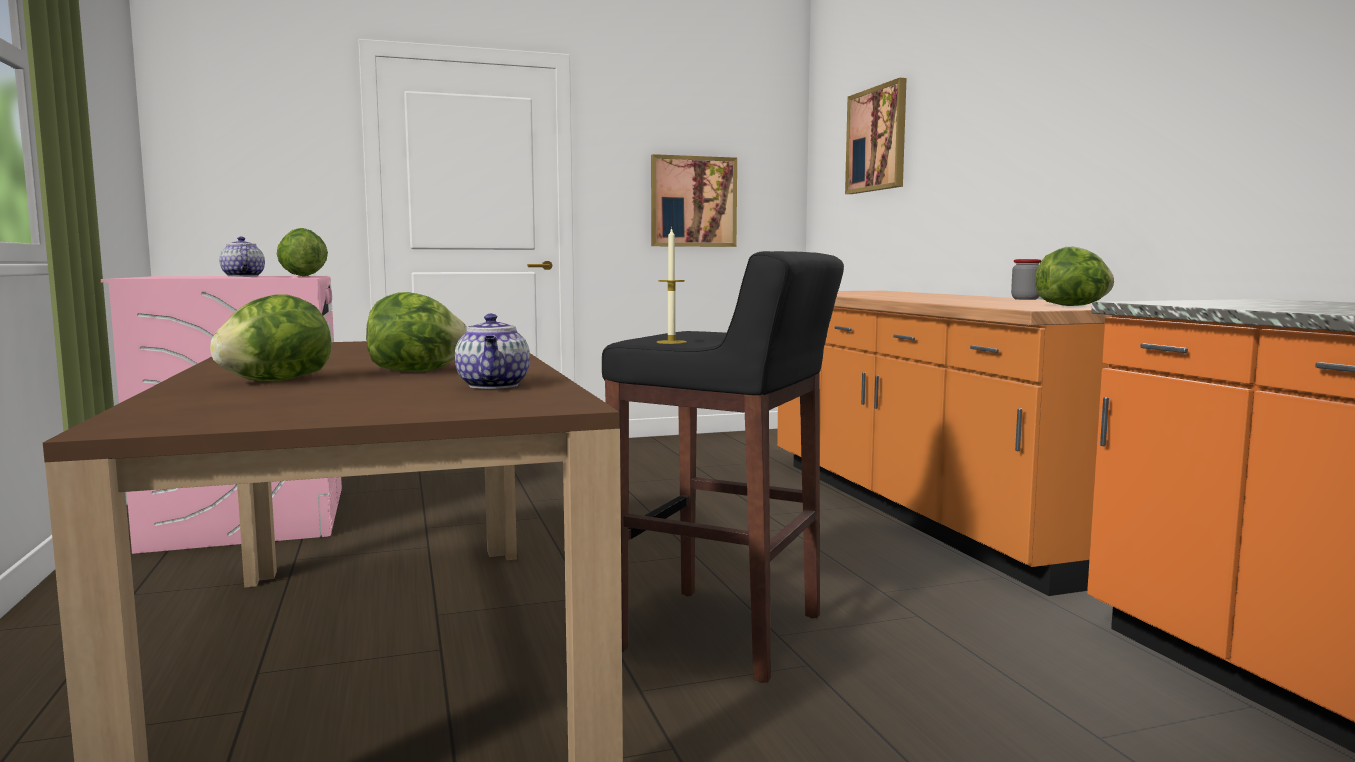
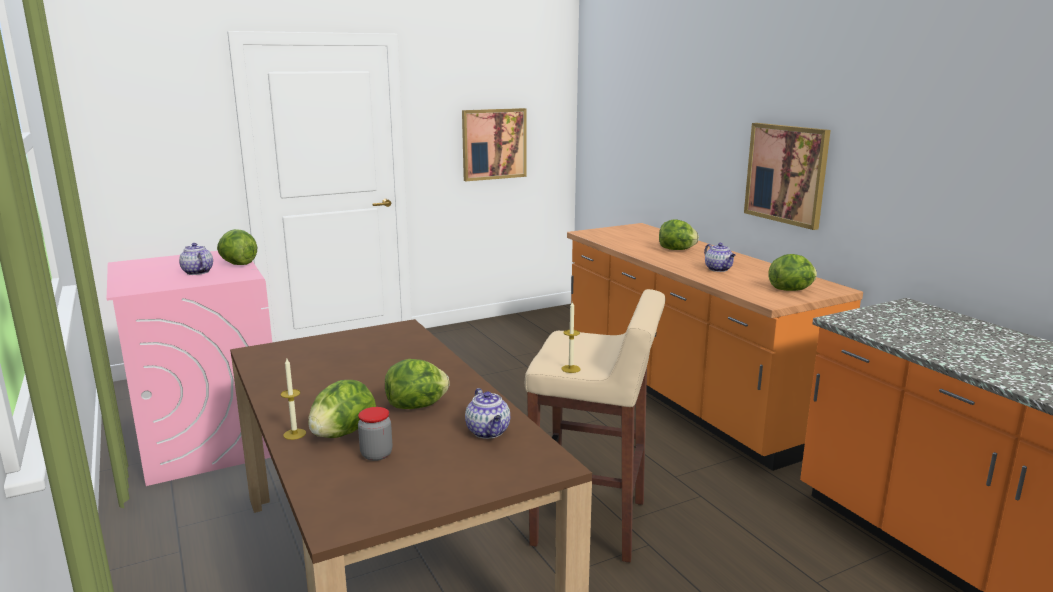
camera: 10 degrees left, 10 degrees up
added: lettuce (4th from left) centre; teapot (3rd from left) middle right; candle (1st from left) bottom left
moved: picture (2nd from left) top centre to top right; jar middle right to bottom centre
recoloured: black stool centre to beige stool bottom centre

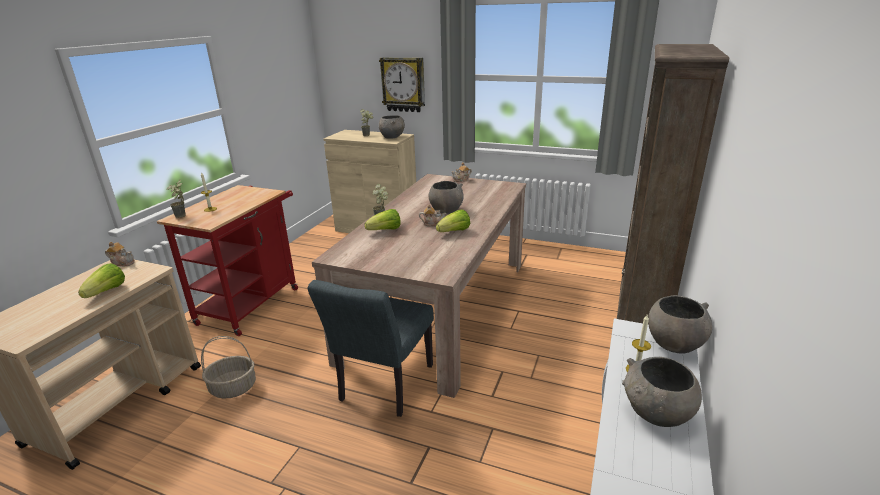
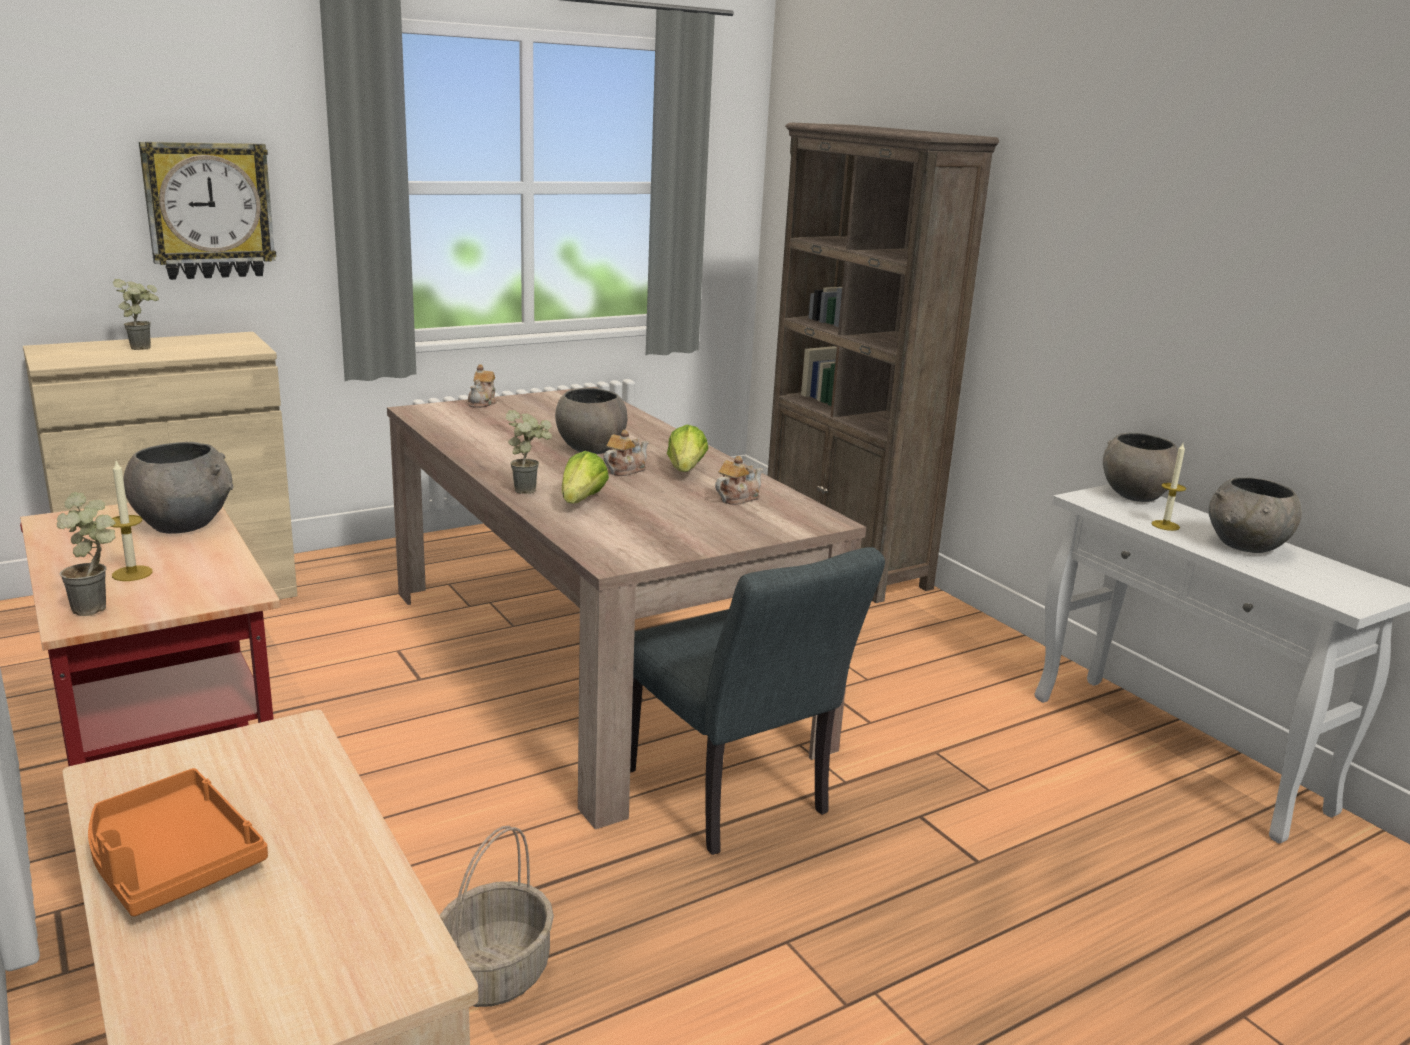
camera: 55 degrees left, 5 degrees down
removed: lettuce (1st from left) middle left
added: orange tray bottom left
moved: grey bowl (1st from left) top centre to middle left; teapot (1st from left in the first image) middle left to teapot (3rd from left) centre

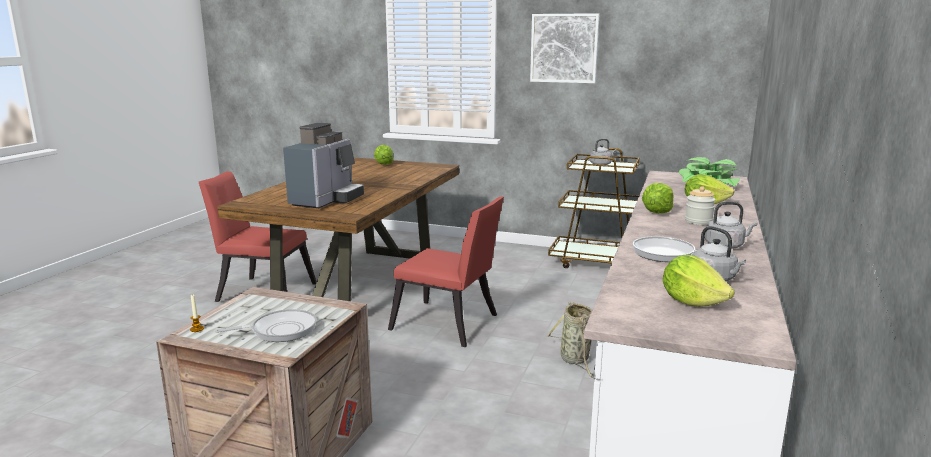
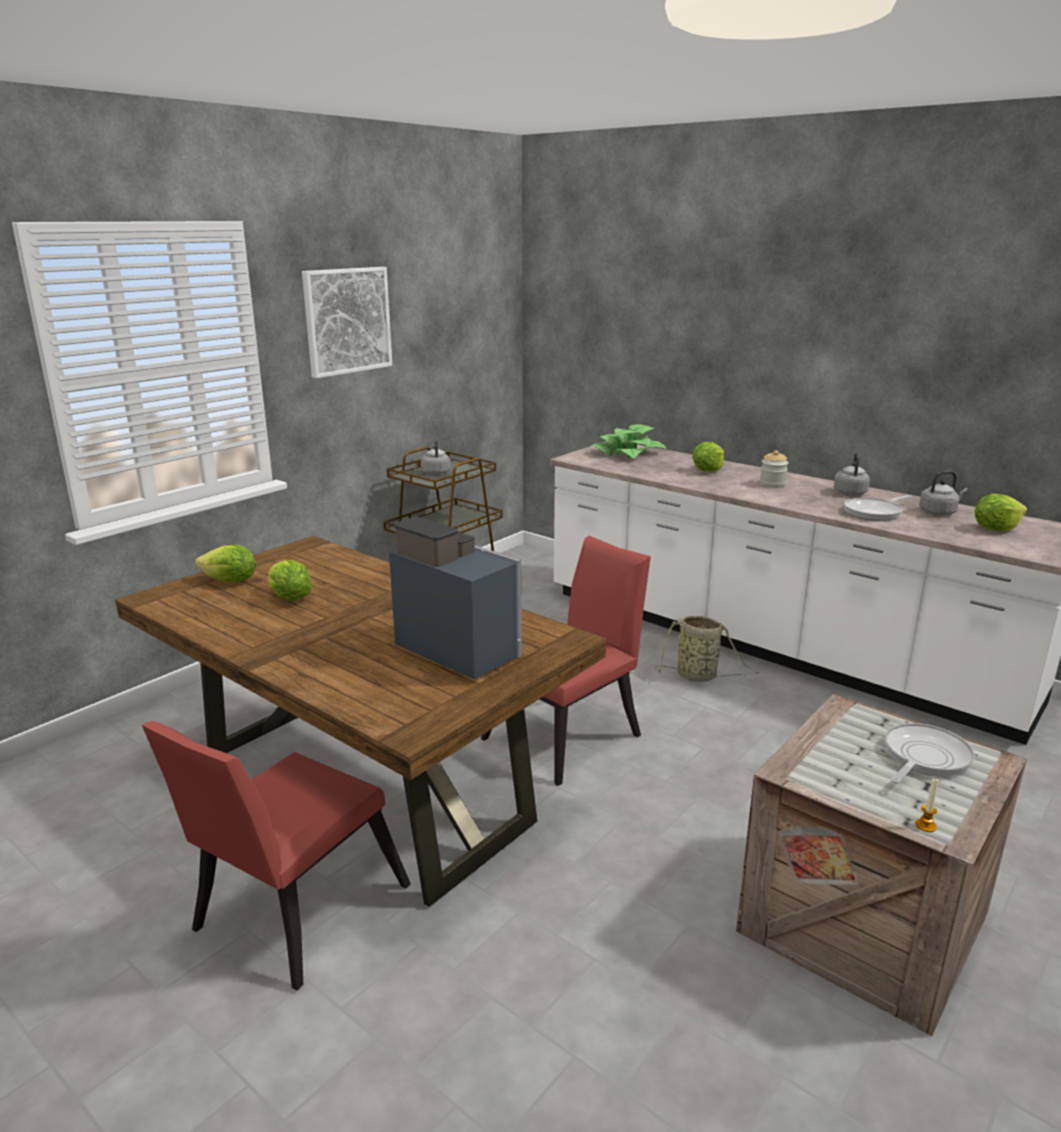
camera: 70 degrees left, 5 degrees up
moved: lettuce (2nd from left) middle right to middle left
turned: frying pan (1st from left in the first image) bottom left = middle right 45 degrees clockwise

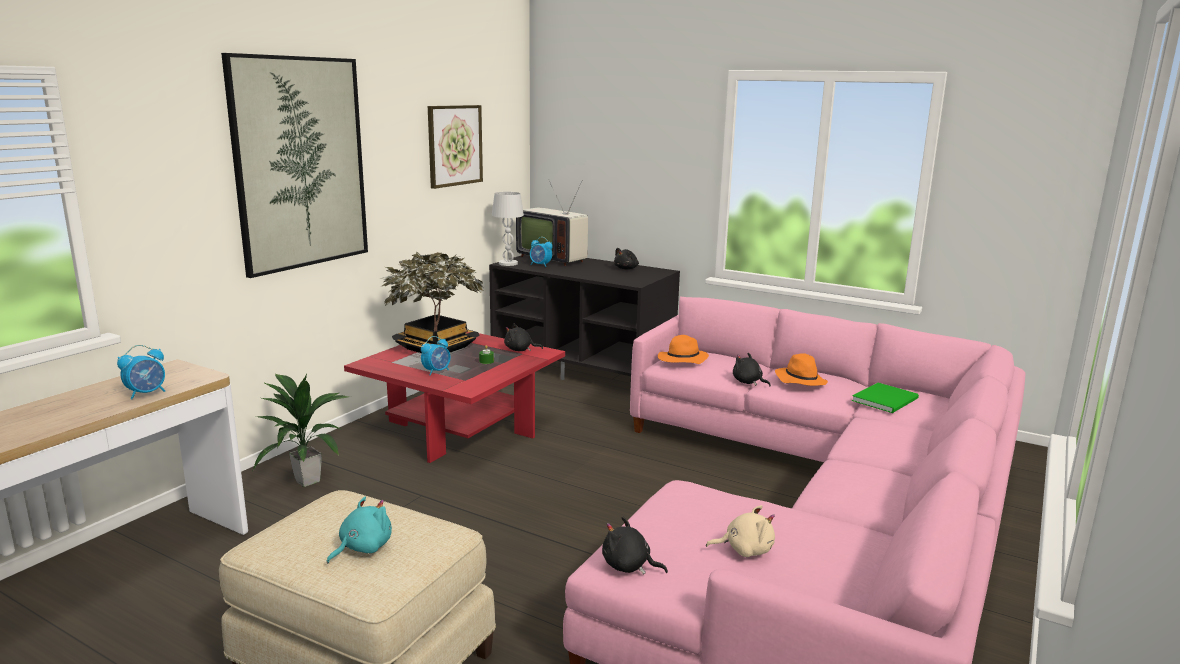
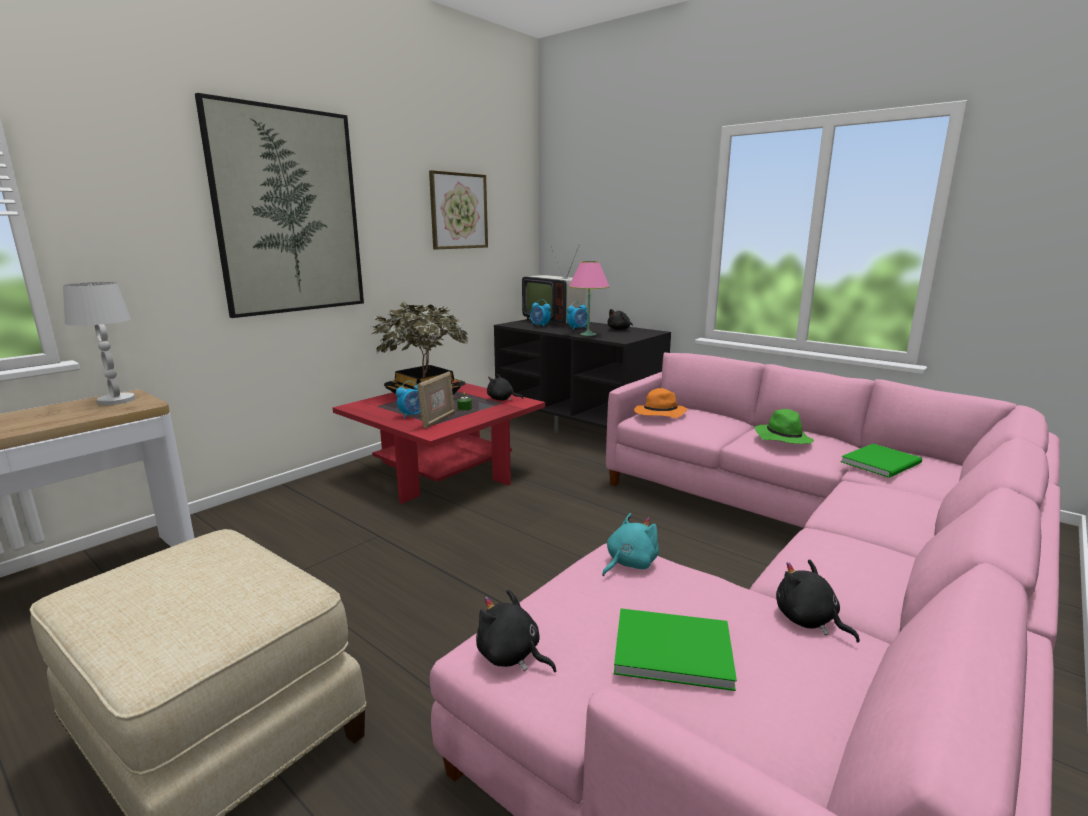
camera: 10 degrees right, 0 degrees up
removed: potted plant (1st from left) middle left
added: pink table lamp centre; picture frame centre
moved: white table lamp centre to middle left; alarm clock (1st from left in the first image) middle left to alarm clock (3rd from left) centre; black plush toy (4th from left) centre to bottom right; turquoise plush toy bottom left to bottom centre
replaced: beige plush toy bottom centre to green book (1st from left) bottom centre
recoloured: orange hat (2nd from left) middle right to green hat middle right

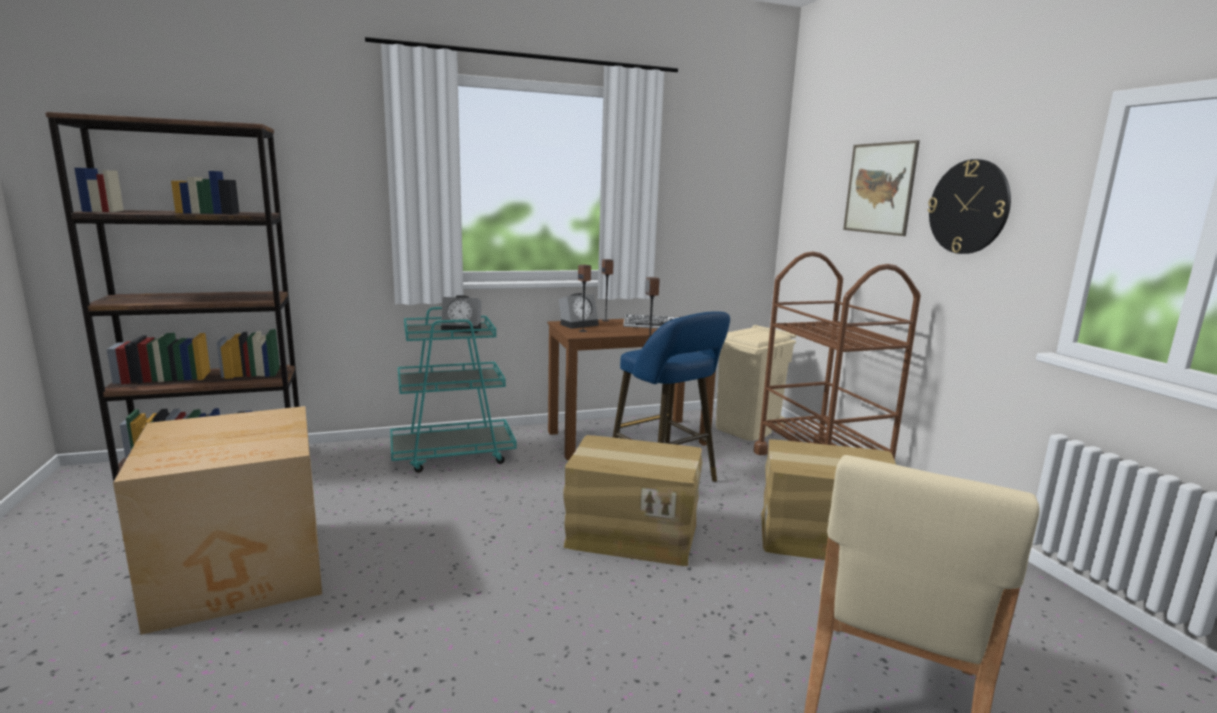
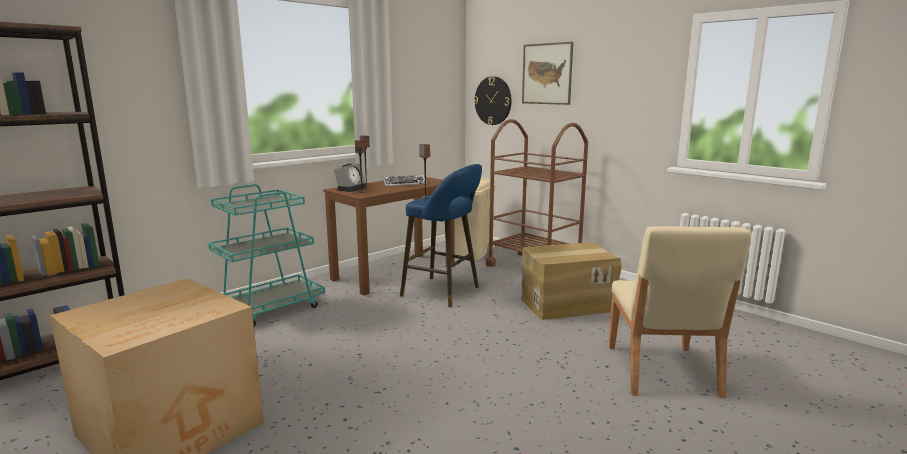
camera: 25 degrees left, 0 degrees up
removed: alarm clock (1st from left) centre; cardboard box (2nd from left) bottom centre
moved: wall clock top right to top centre

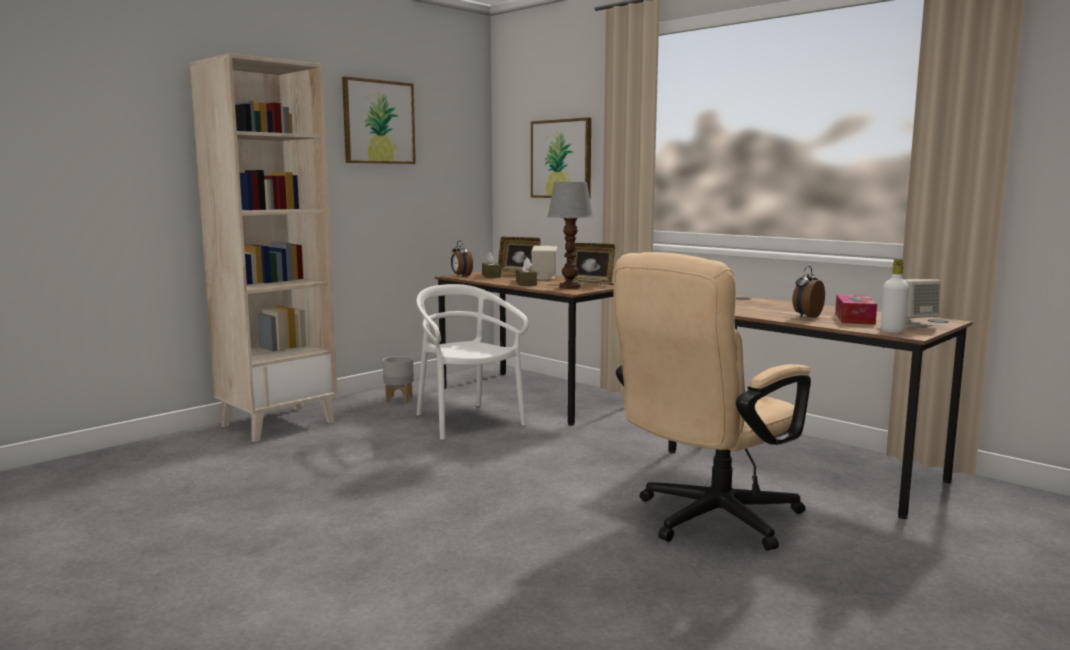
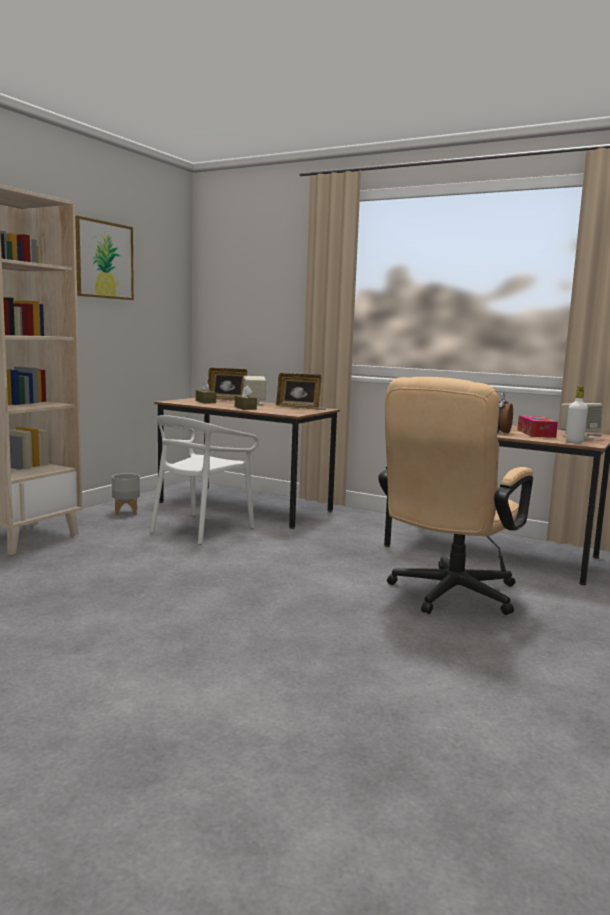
camera: 15 degrees left, 0 degrees up
removed: picture (2nd from left) top centre; table lamp centre; alarm clock (1st from left) centre
turned: white chair centre = centre 105 degrees counterclockwise

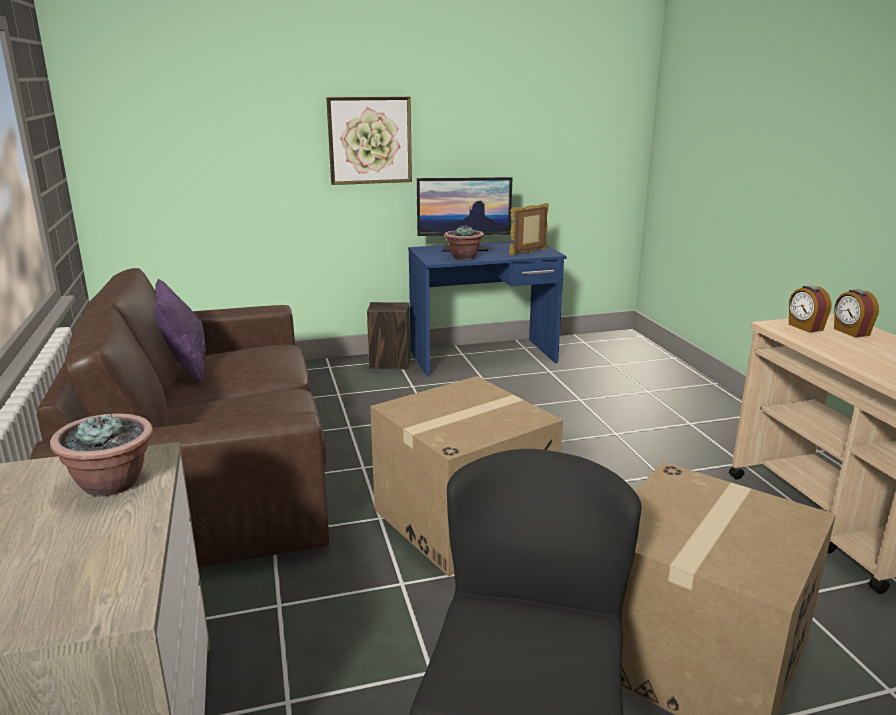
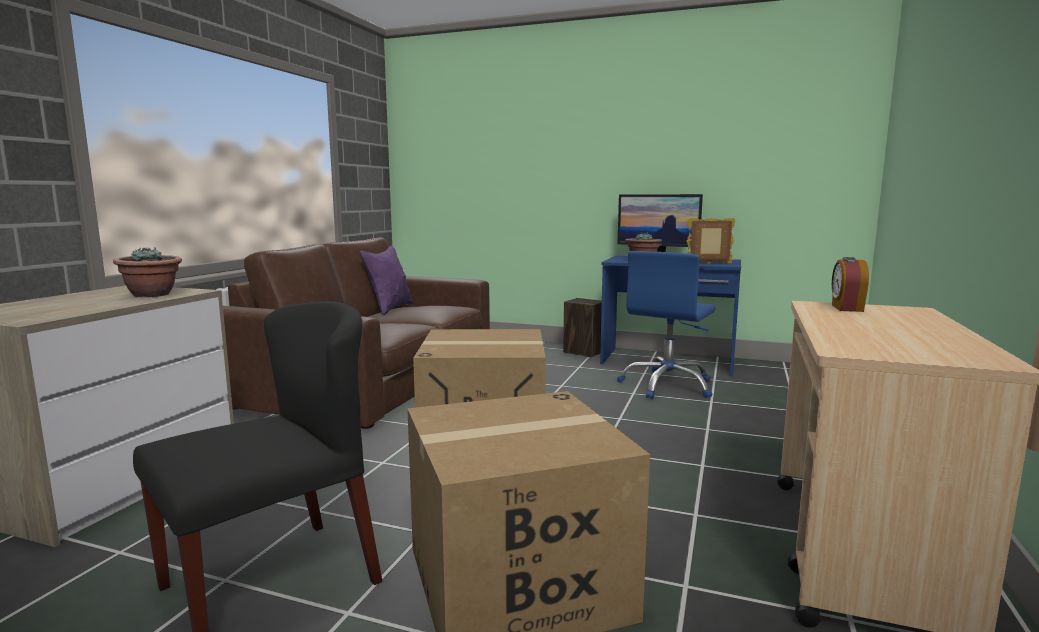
camera: 35 degrees right, 10 degrees down
removed: picture top centre; alarm clock (2nd from left) middle right
added: blue office chair centre

